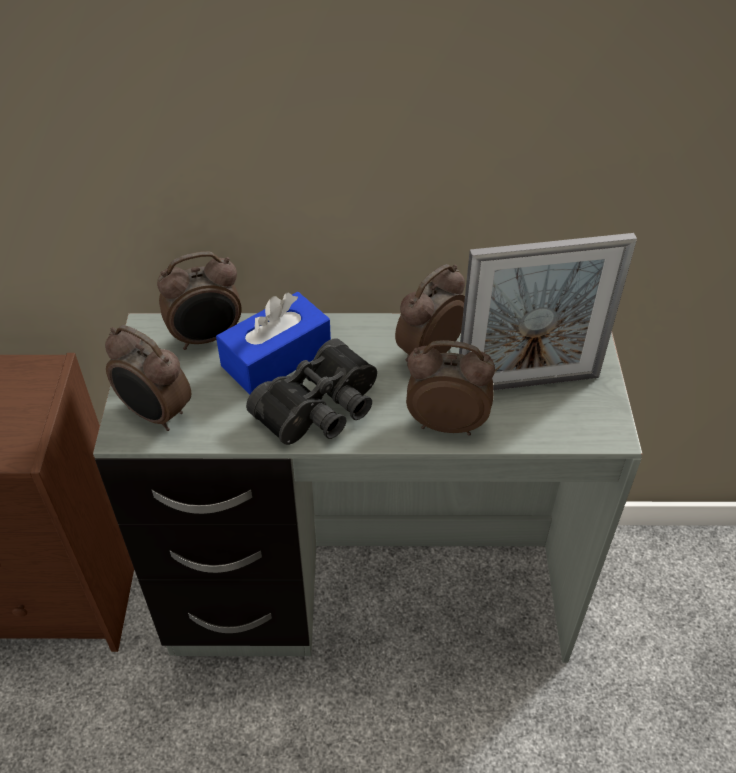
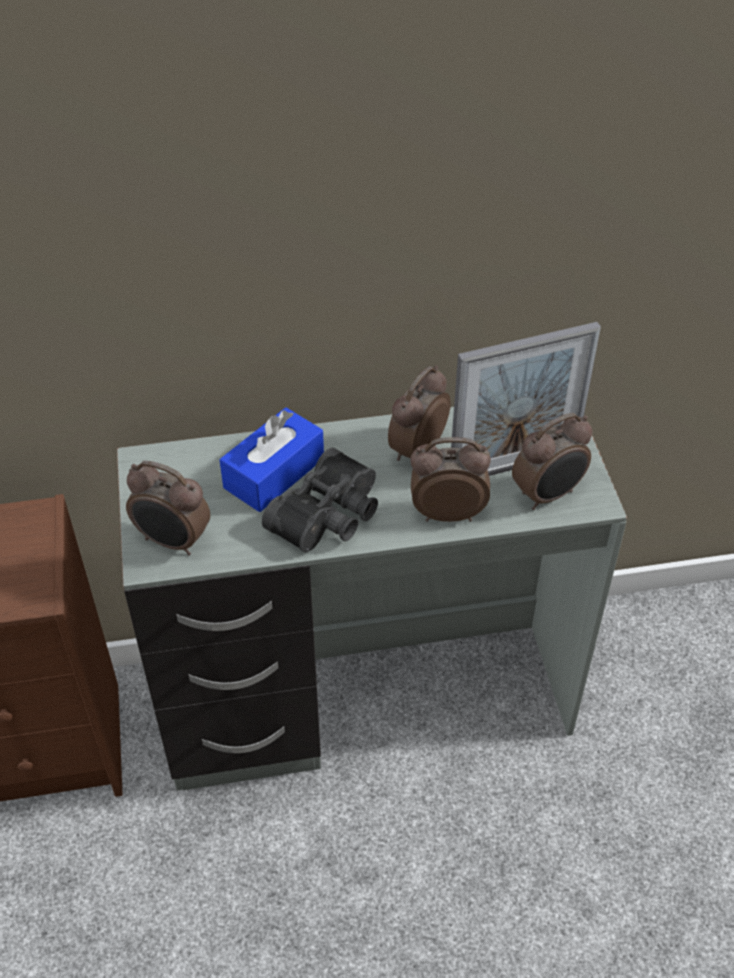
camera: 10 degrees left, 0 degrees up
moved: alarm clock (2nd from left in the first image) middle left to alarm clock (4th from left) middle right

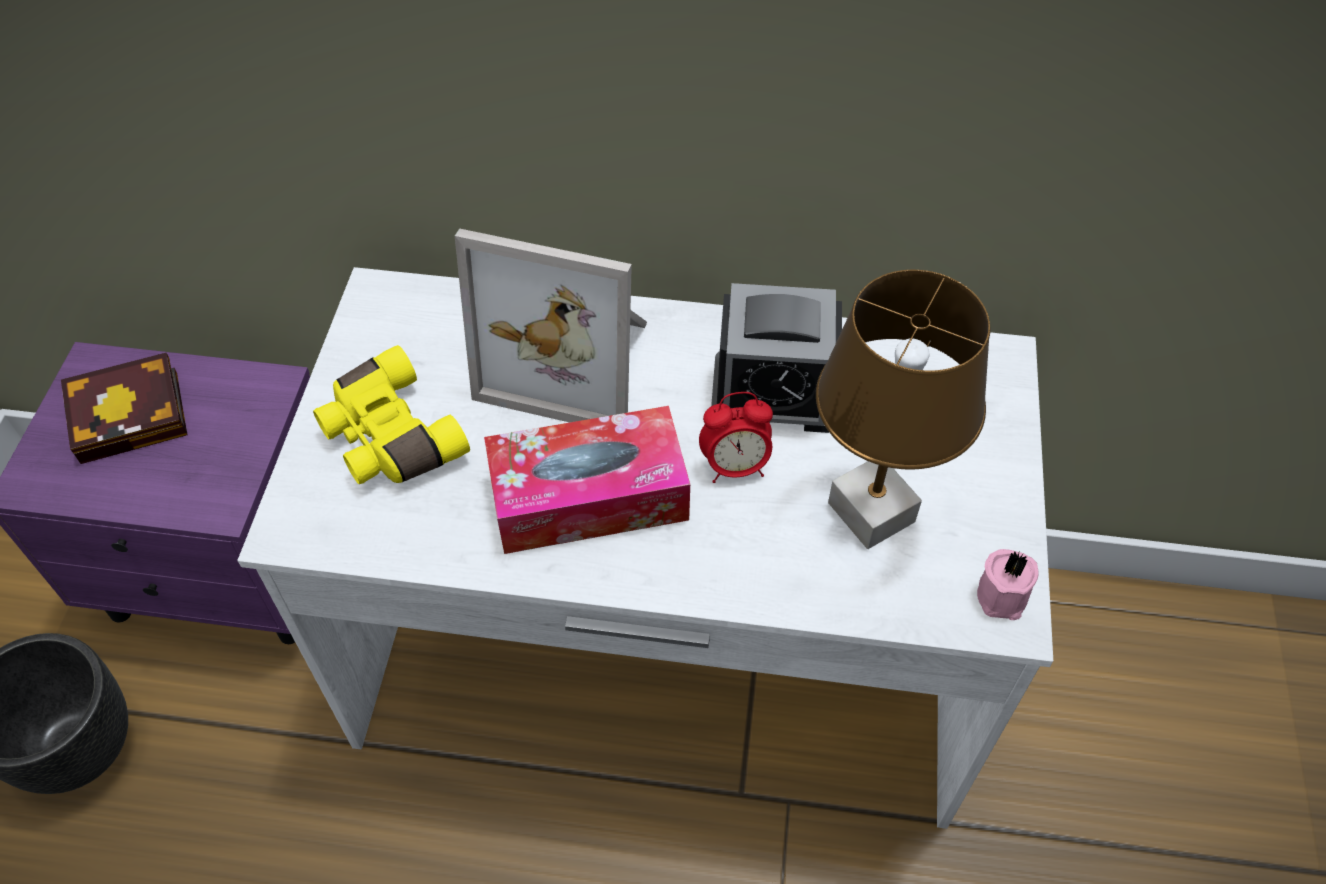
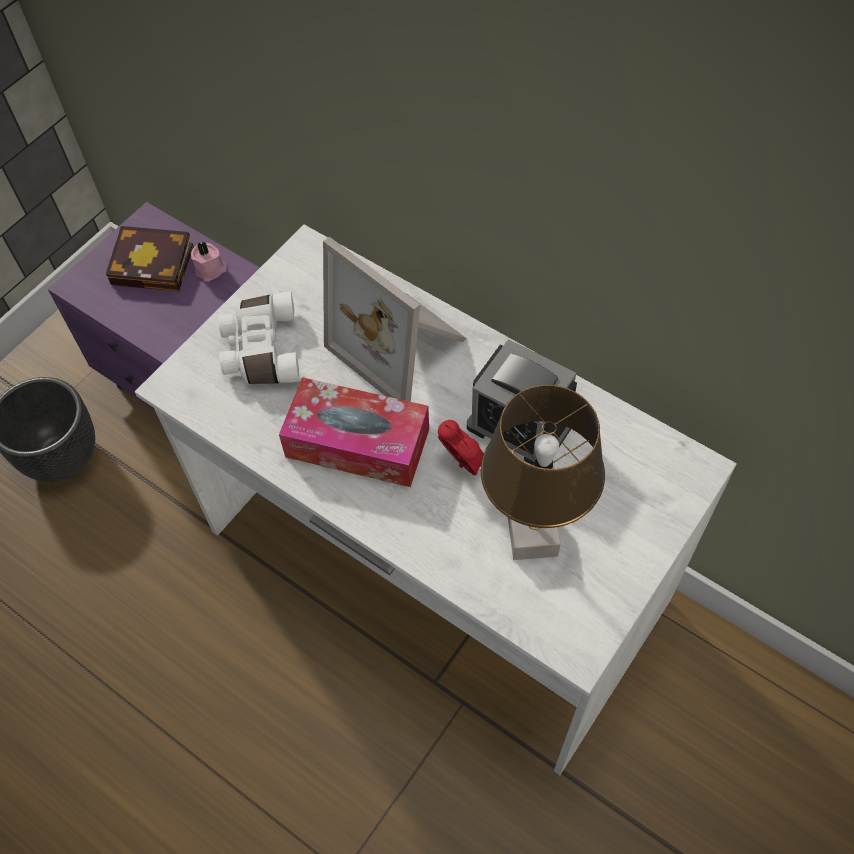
camera: 30 degrees right, 5 degrees up
moved: pink candle middle right to top left
recoloured: yellow binoculars middle left to white binoculars middle left
turned: alarm clock (1st from left) centre = centre 150 degrees counterclockwise

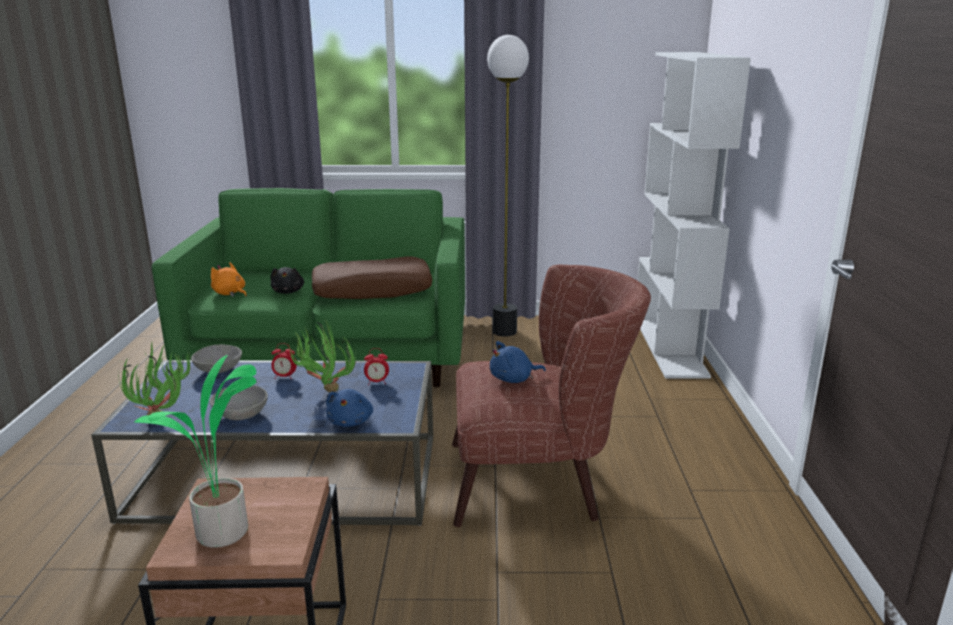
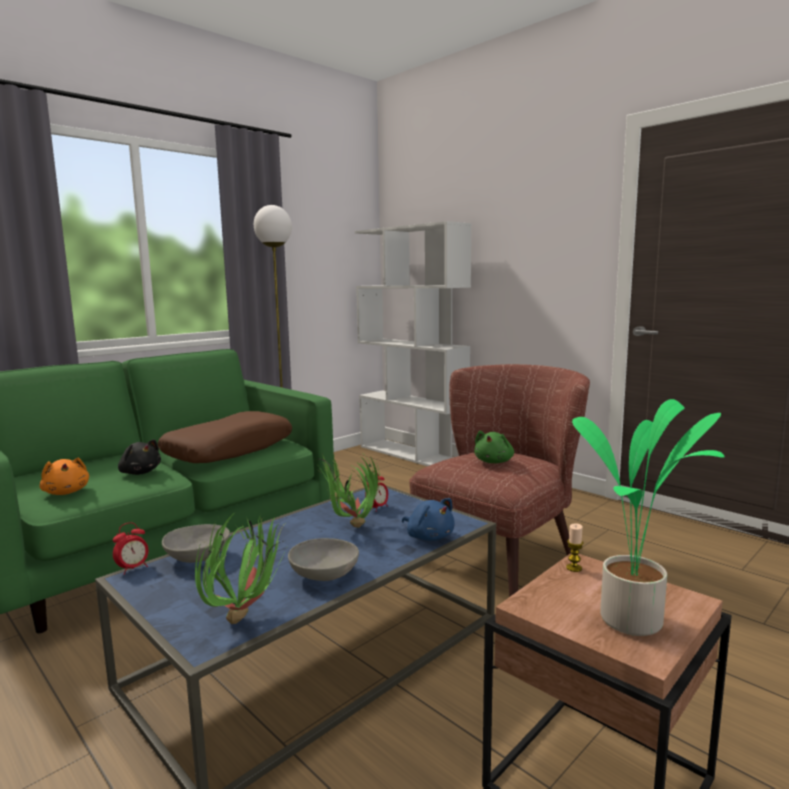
camera: 45 degrees left, 10 degrees down
added: candle bottom right
moved: alarm clock (1st from left) middle left to bottom left
recoloured: blue plush toy (2nd from left) centre to green plush toy centre
turned: orange plush toy middle left = middle left 120 degrees counterclockwise

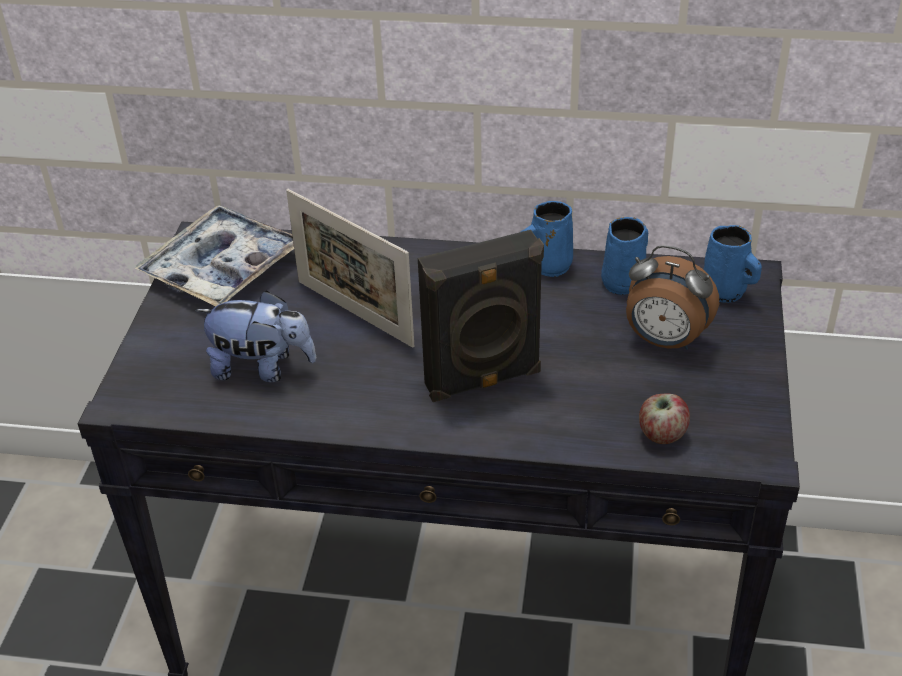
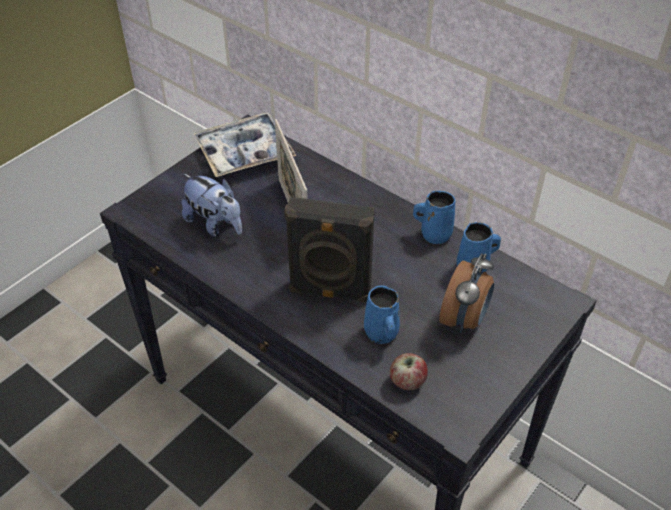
camera: 30 degrees right, 5 degrees up
moved: blue mug (3rd from left in the first image) middle right to blue mug (1st from left) centre
turned: alarm clock middle right = middle right 120 degrees counterclockwise

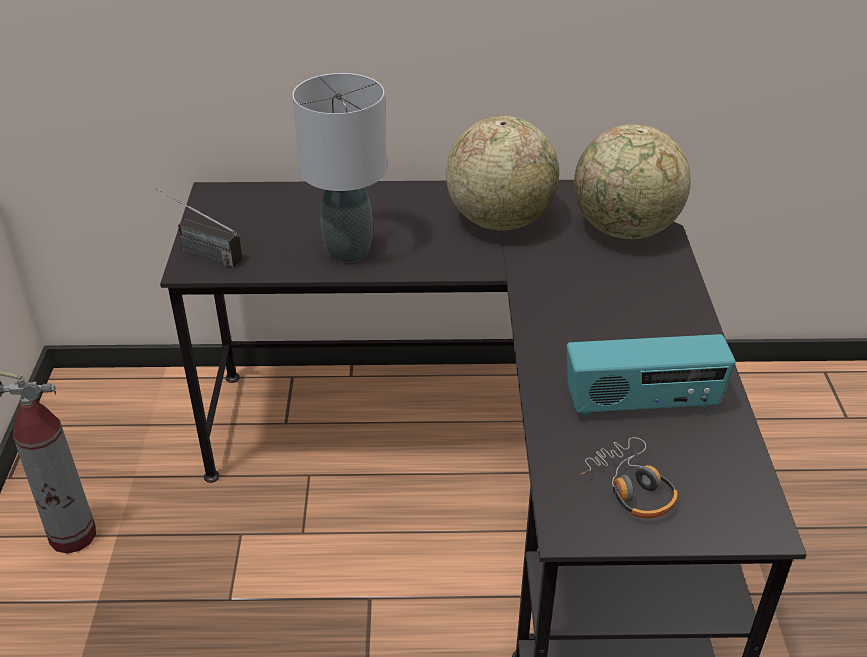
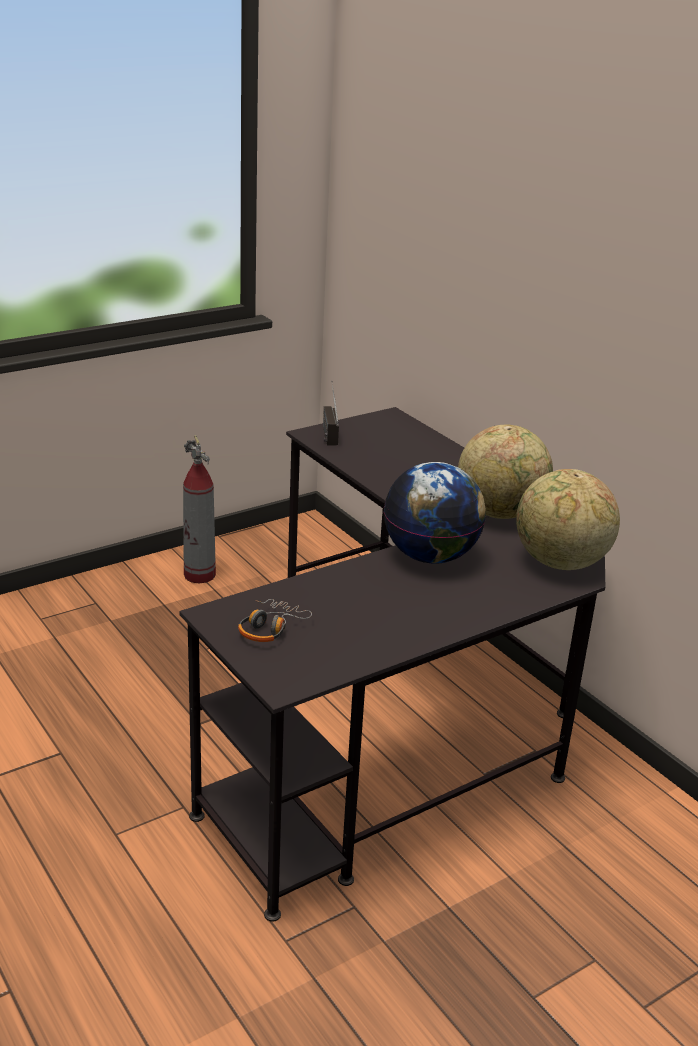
camera: 55 degrees right, 10 degrees down
removed: grey table lamp top centre; radio (2nd from left) middle right
added: globe (1st from left) centre

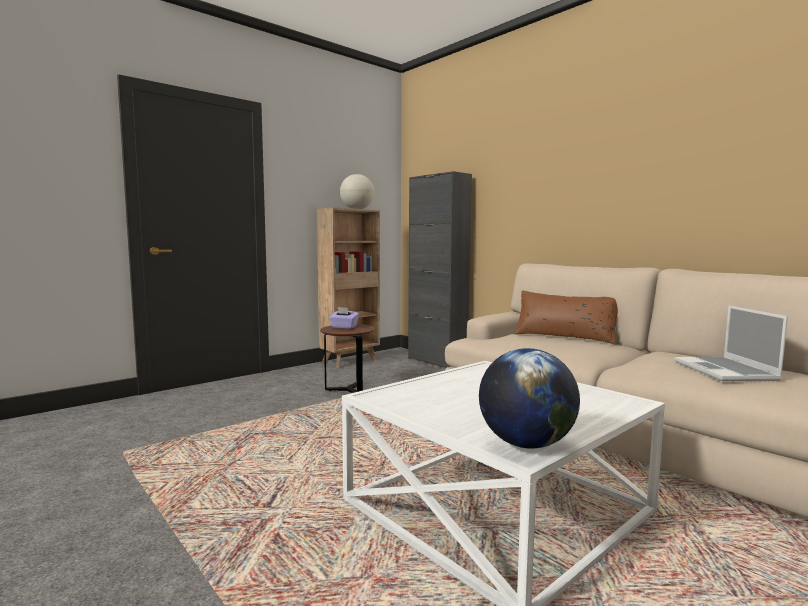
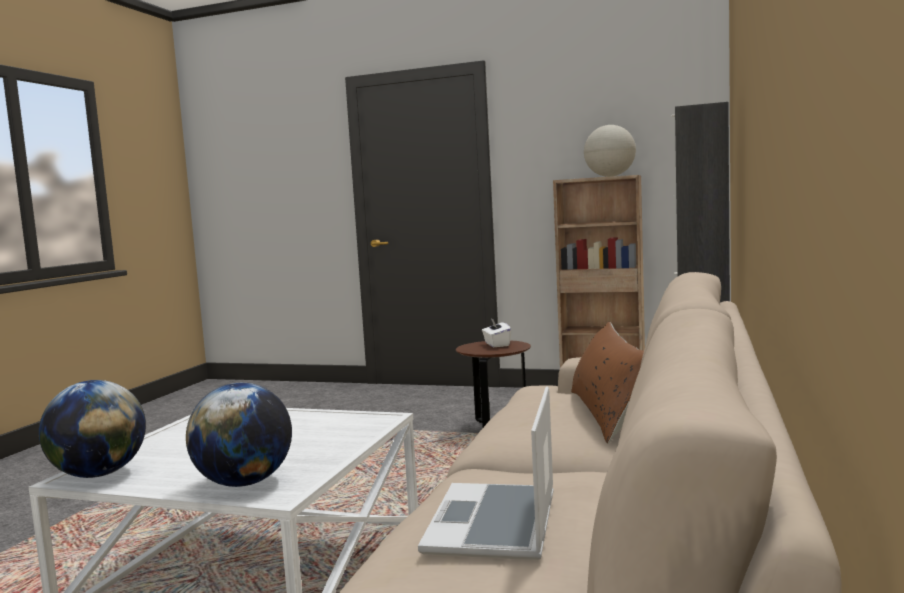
camera: 60 degrees right, 0 degrees up
added: globe (2nd from left) bottom left
recoloured: purple tissue box centre to white tissue box centre
turned: laptop middle right = bottom centre 45 degrees counterclockwise

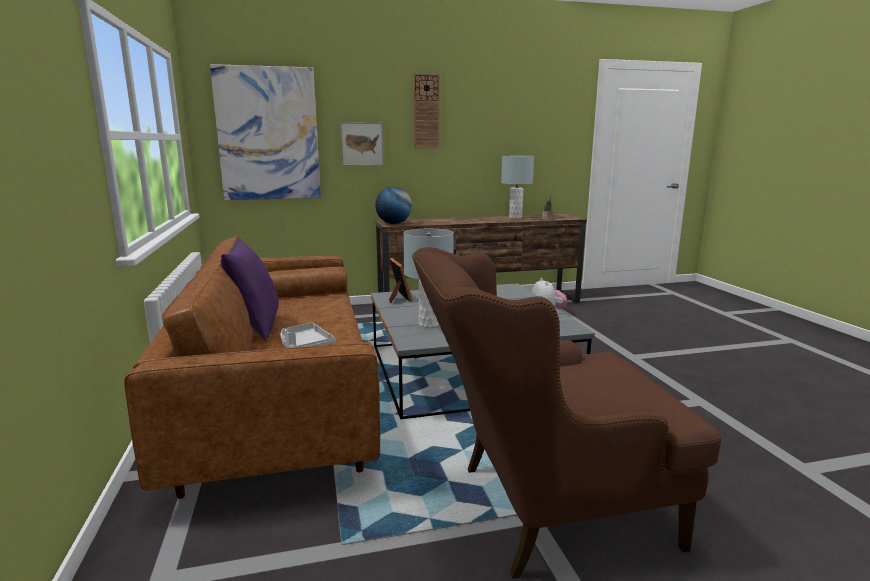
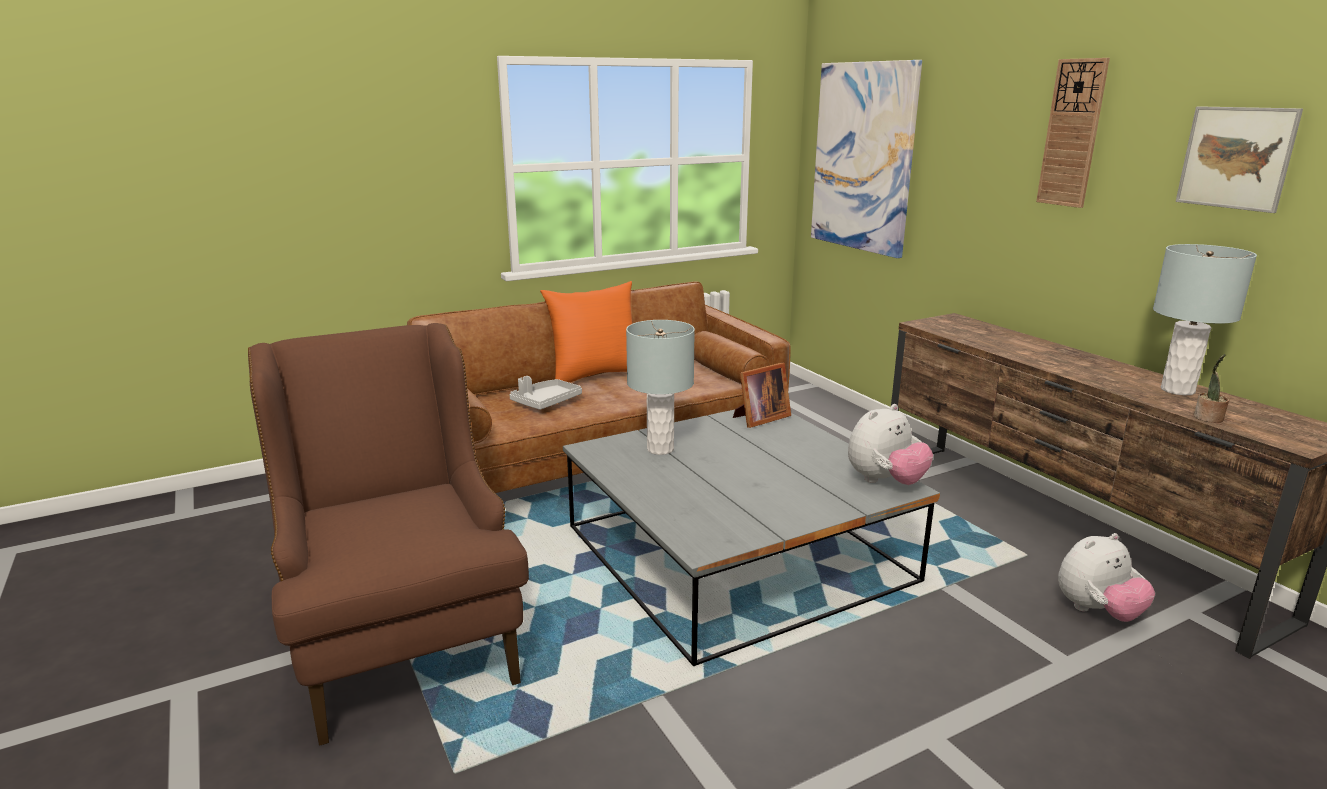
camera: 75 degrees right, 5 degrees up
removed: globe centre
added: plush toy (1st from left) middle right
moved: picture (2nd from left) top centre to top right
recoloured: purple pillow middle left to orange pillow centre

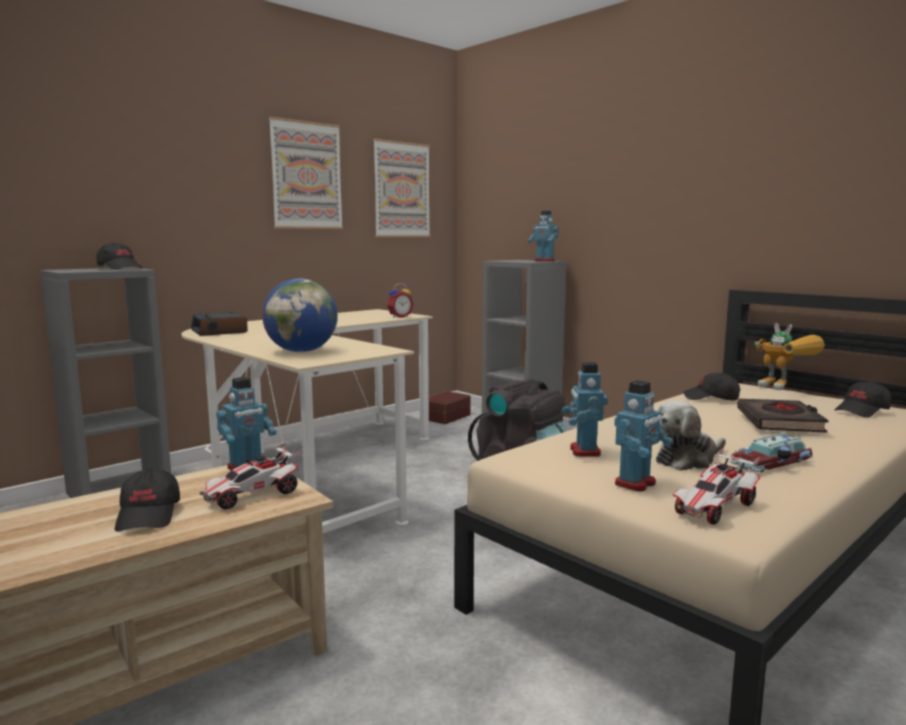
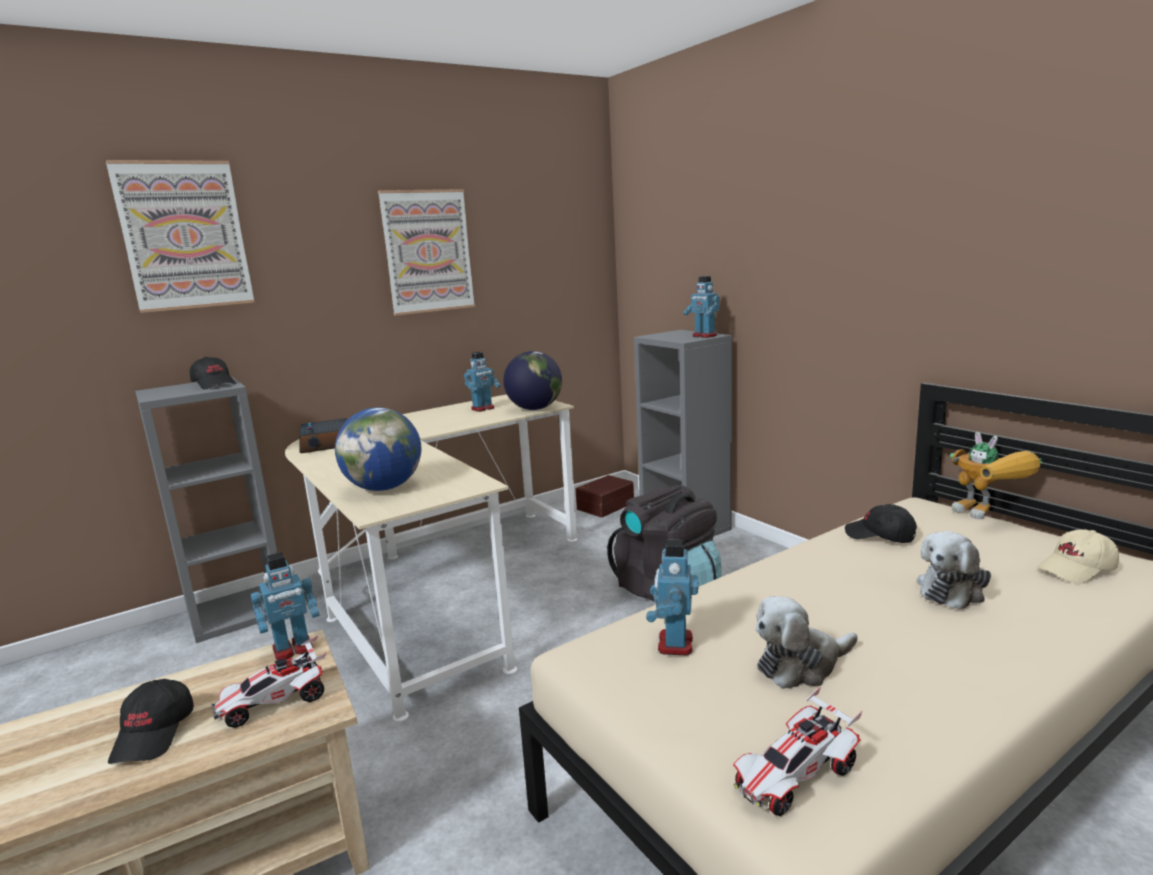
camera: 10 degrees right, 5 degrees up
removed: toy car (3rd from left) middle right
moved: picture (2nd from left in the first image) top centre to picture (1st from left) top left; toy robot (4th from left in the first image) middle right to toy robot (2nd from left) centre
replaced: alarm clock (2nd from left) centre to globe (2nd from left) centre; black book middle right to plush toy (2nd from left) middle right
recoloured: black cap (4th from left) middle right to beige cap middle right

